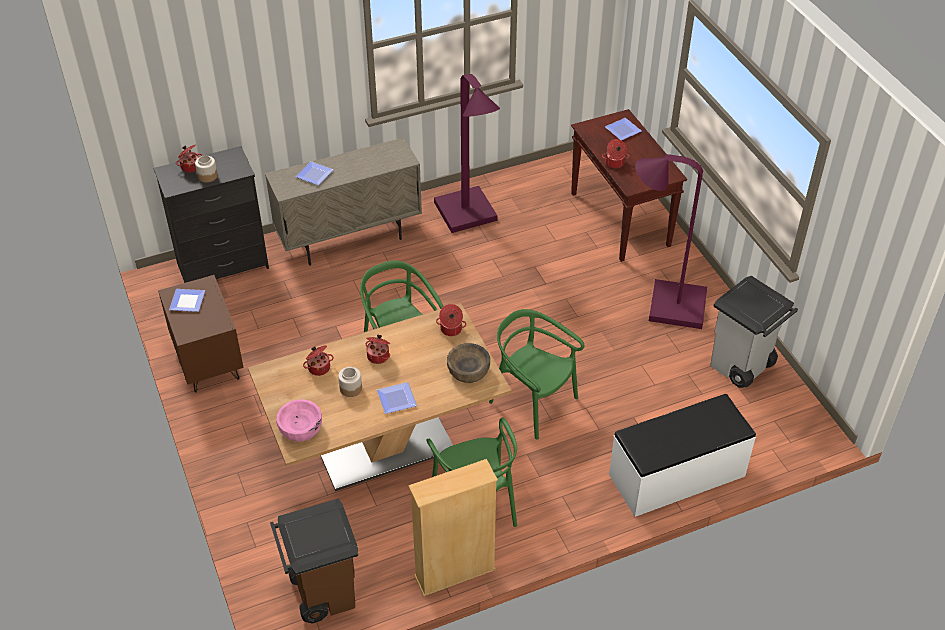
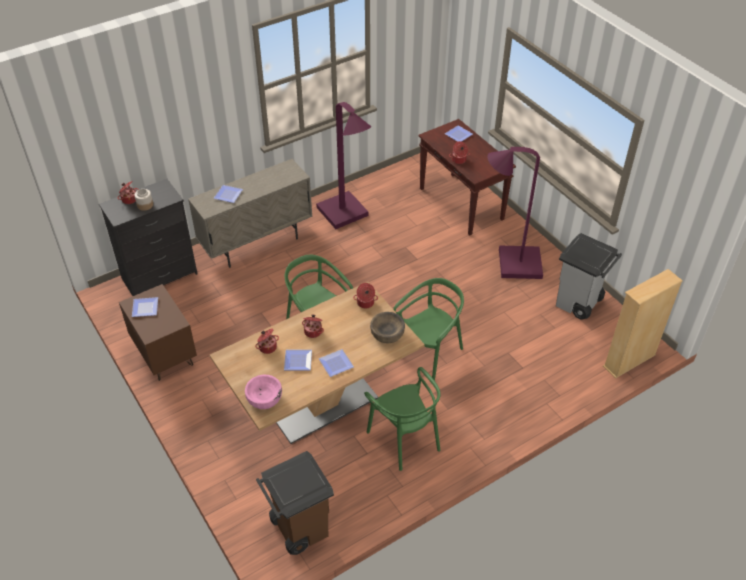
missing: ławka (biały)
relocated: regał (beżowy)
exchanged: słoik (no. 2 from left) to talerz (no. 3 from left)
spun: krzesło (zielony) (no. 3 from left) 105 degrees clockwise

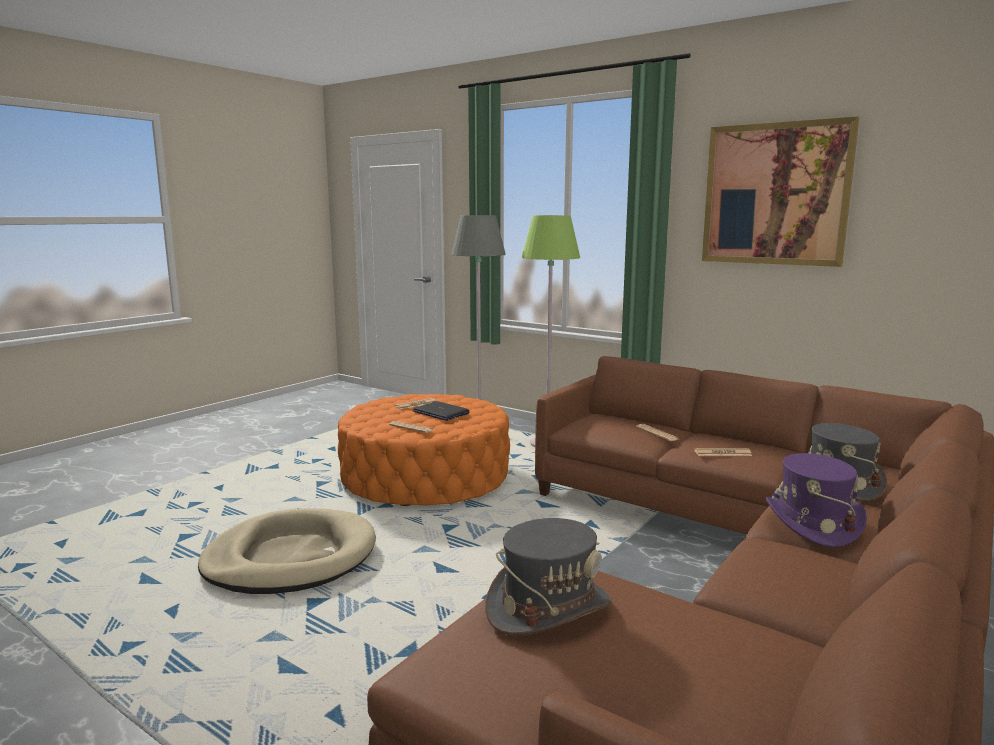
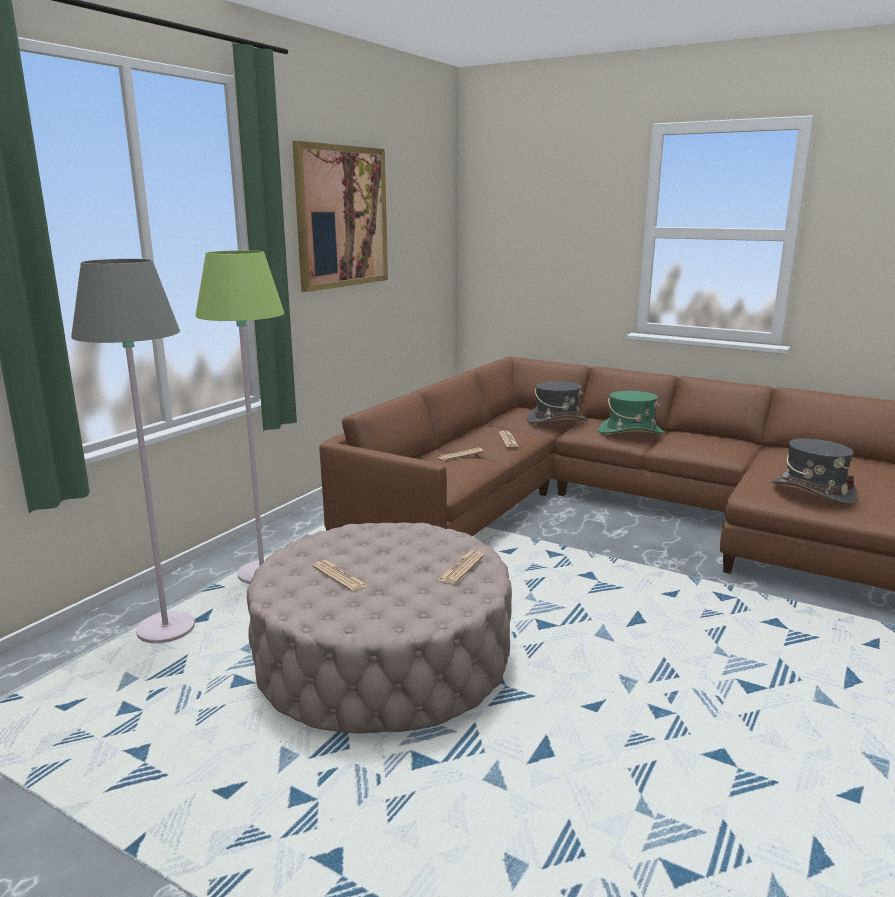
missing: legowisko (beżowy); laptop
colour: pufa (pomarańczowy) to pufa (beżowy); kapelusz (fioletowy) to kapelusz (zielony)

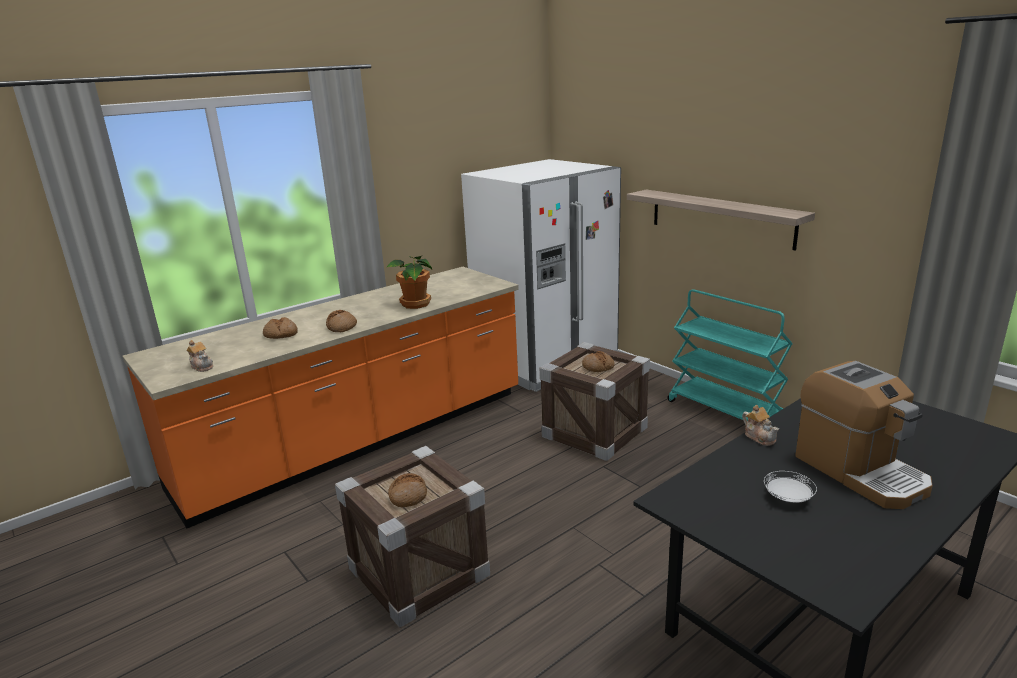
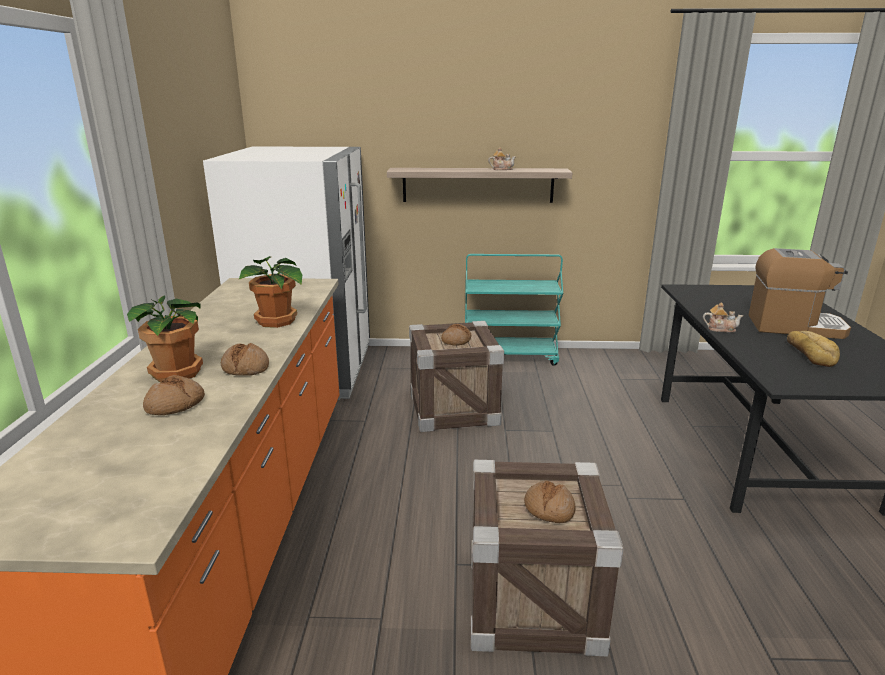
appeared: roślina doniczkowa (no. 1 from left)
relocated: imbryk (no. 1 from left)
exchanged: talerz (biały) to chleb (no. 5 from left)

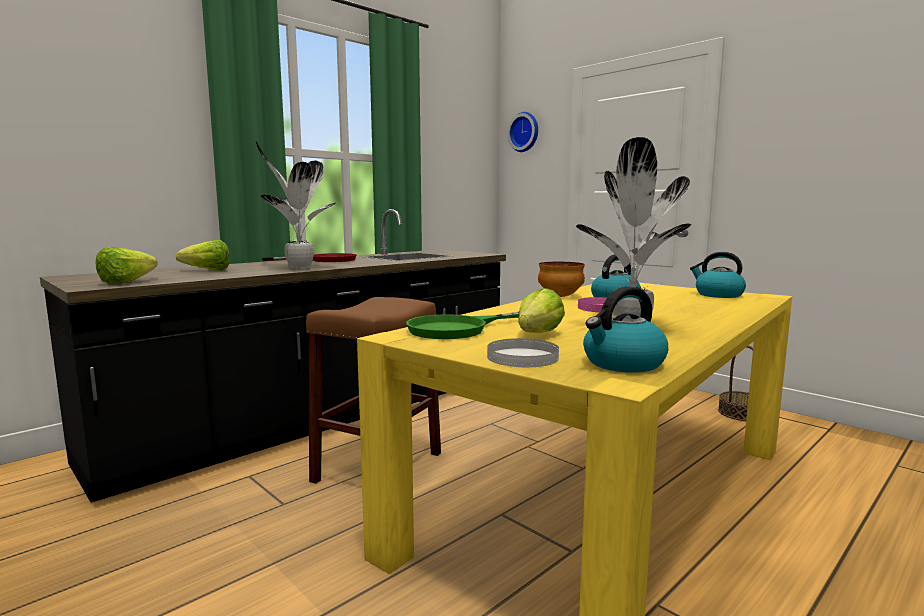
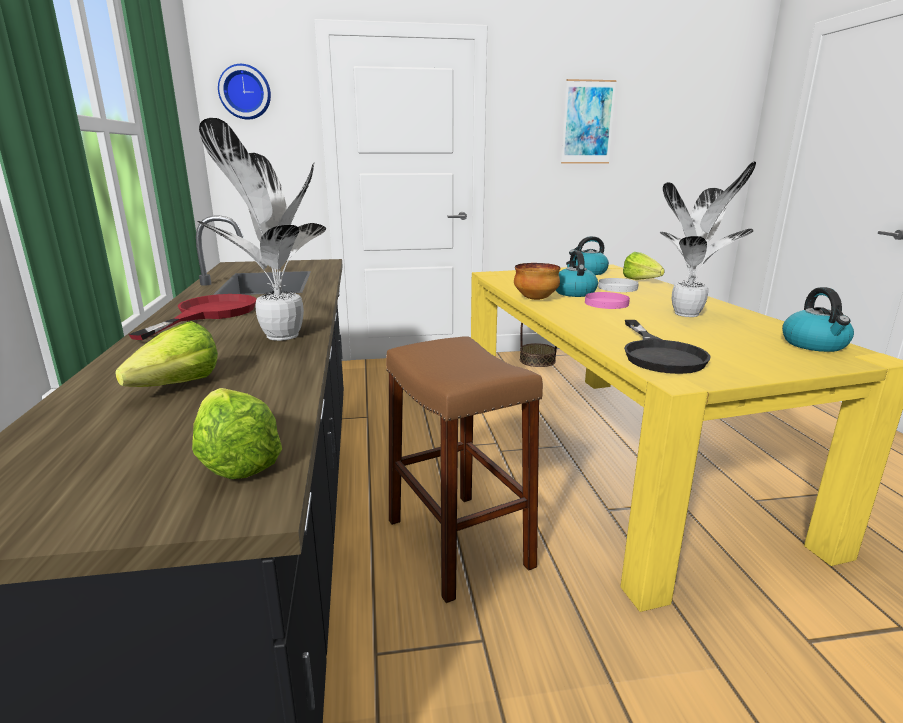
appeared: obraz
relocated: talerz (biały); sałata (no. 3 from left)
colour: patelnia (zielony) to patelnia (czarny)

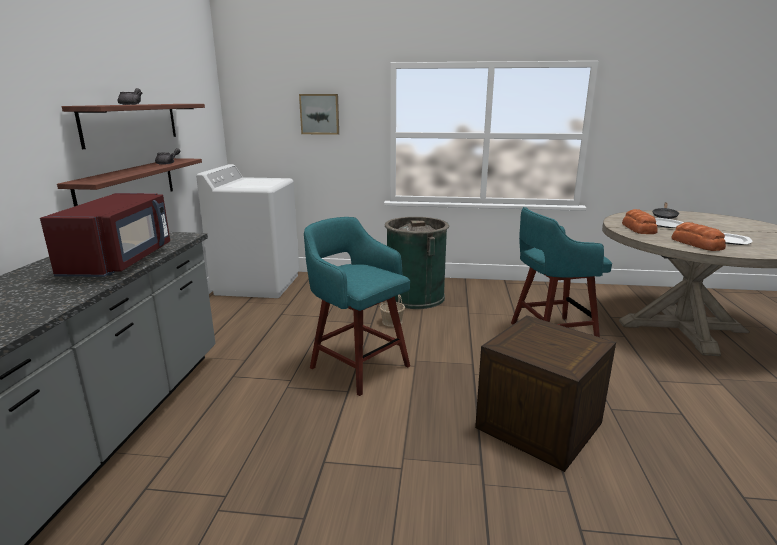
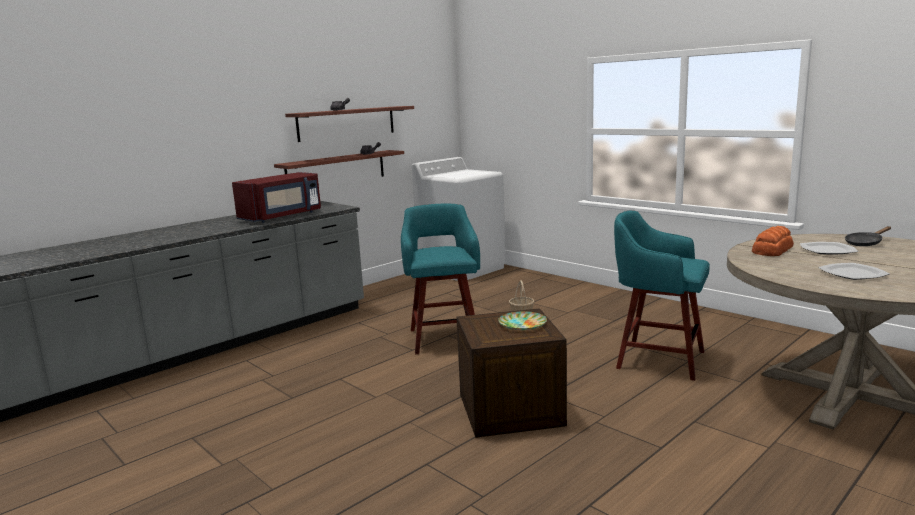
missing: obraz; kosz na śmieci (zielony); chleb (no. 2 from left)
appeared: talerz (no. 1 from left)

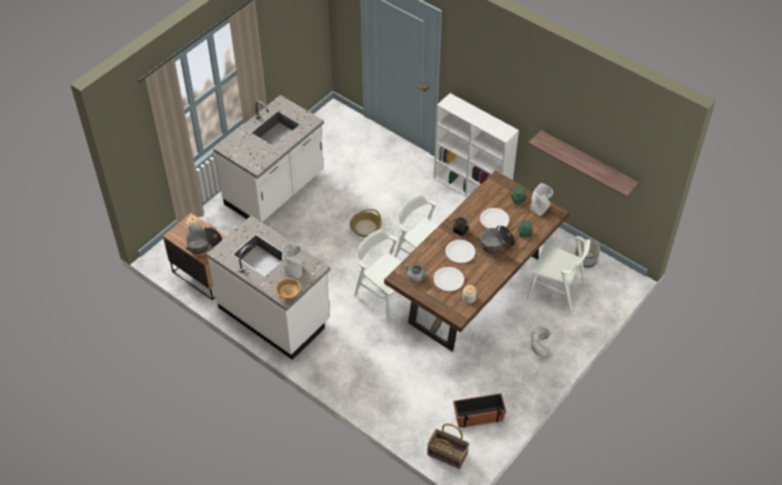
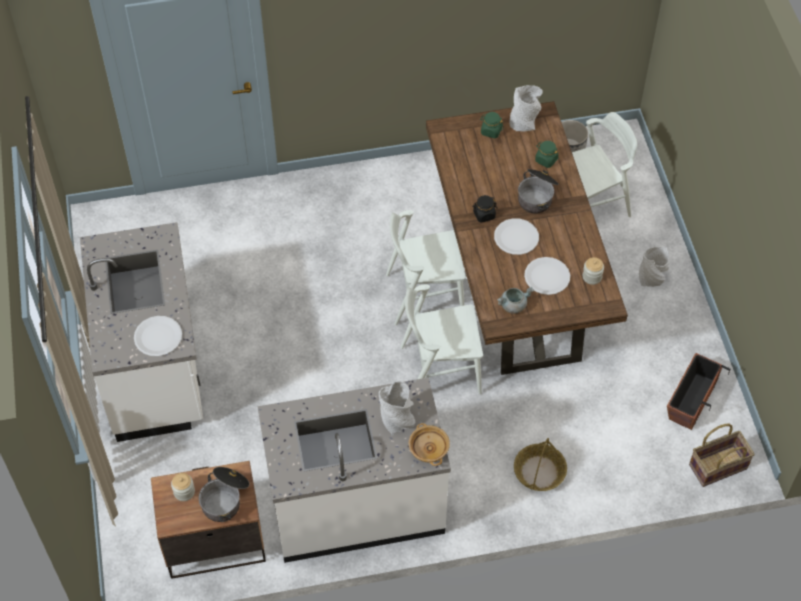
missing: regał (biały); półka
relocated: koszyk (no. 1 from left); talerz (biały) (no. 3 from left in the first image) to talerz (biały) (no. 1 from left)

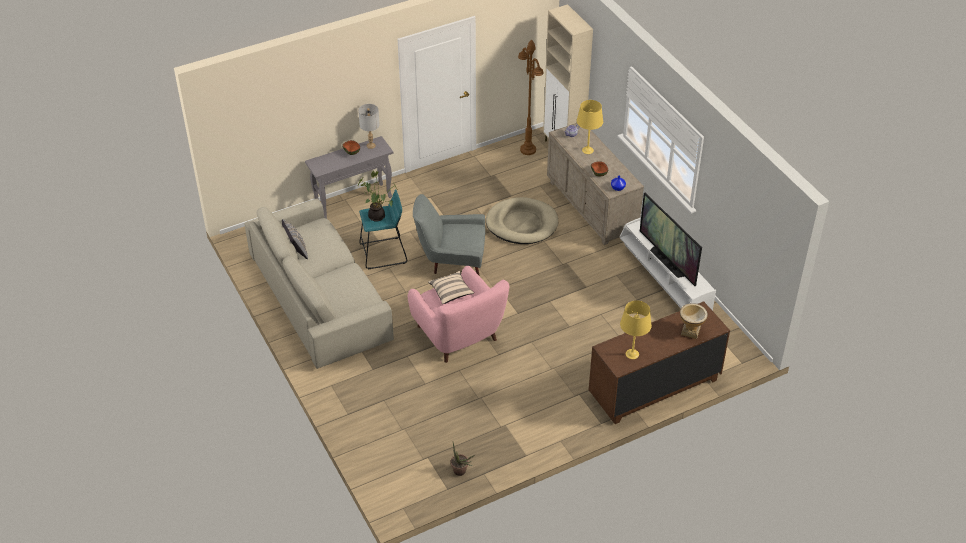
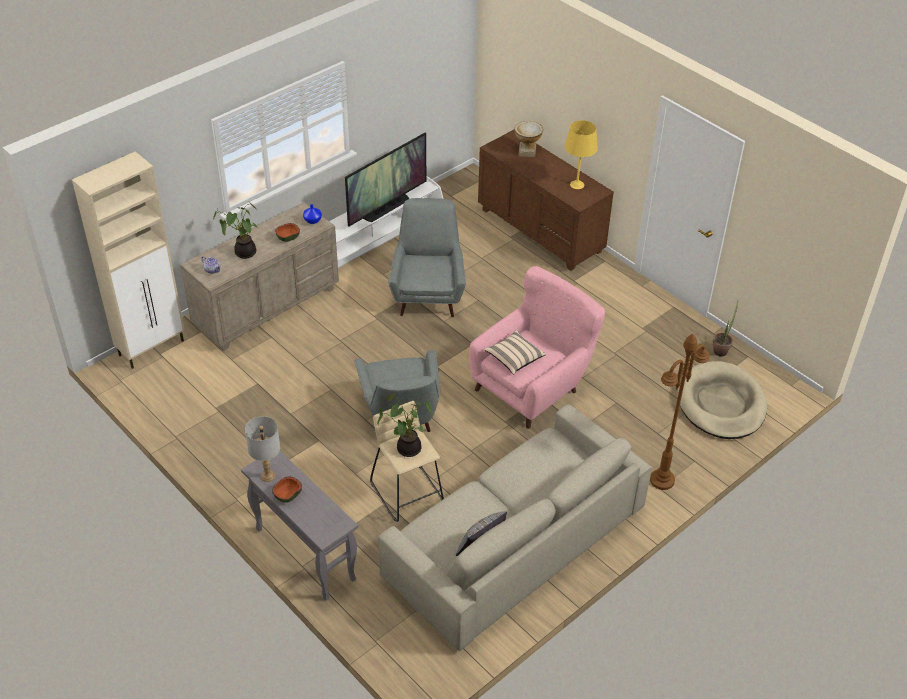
appeared: fotel (szary) (no. 2 from left)
relocated: legowisko (beżowy); lampa stojąca (brązowy)
exchanged: lampa stołowa (żółty) (no. 1 from left) to roślina doniczkowa (no. 1 from left)
colour: stołek (turkusowy) to stołek (beżowy)

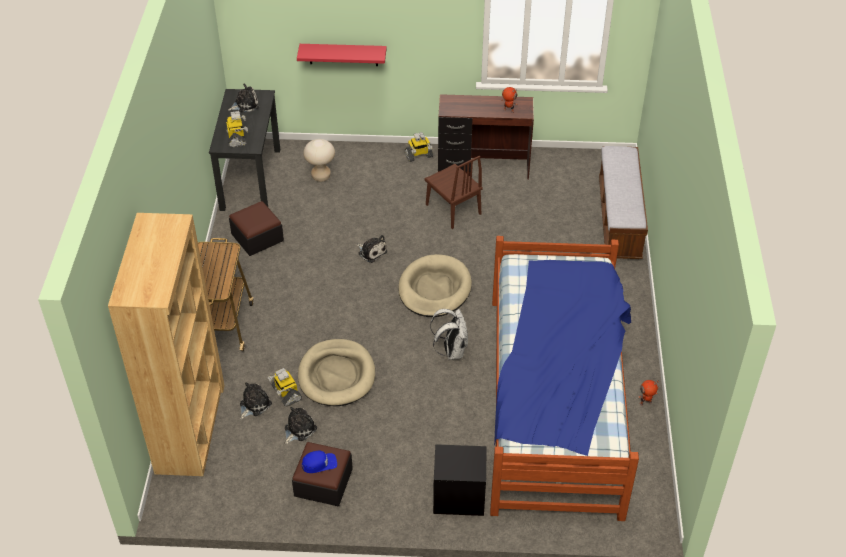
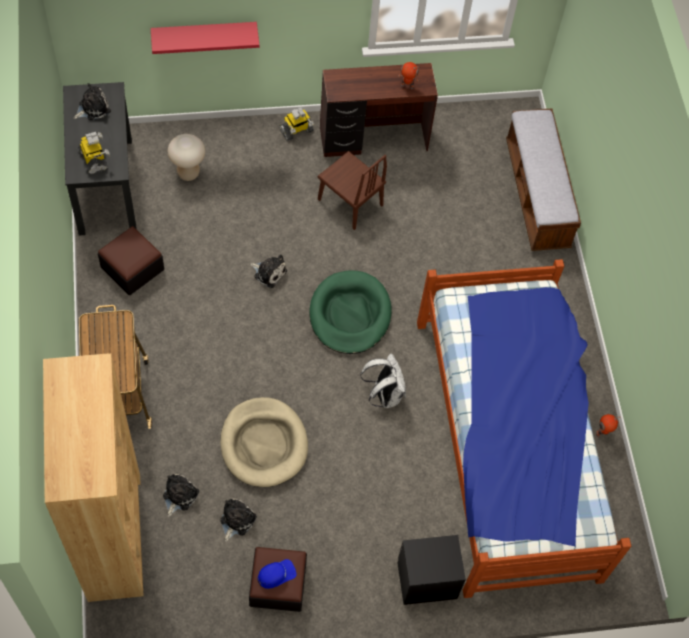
missing: robot zabawkowy (no. 2 from left)
colour: legowisko (beżowy) (no. 2 from left) to legowisko (zielony)

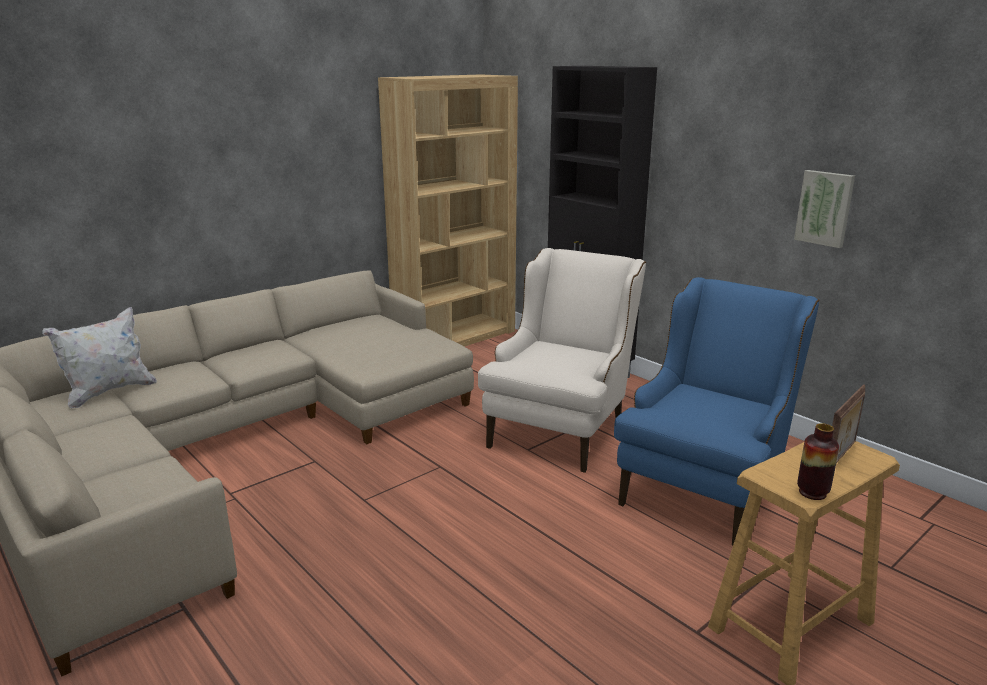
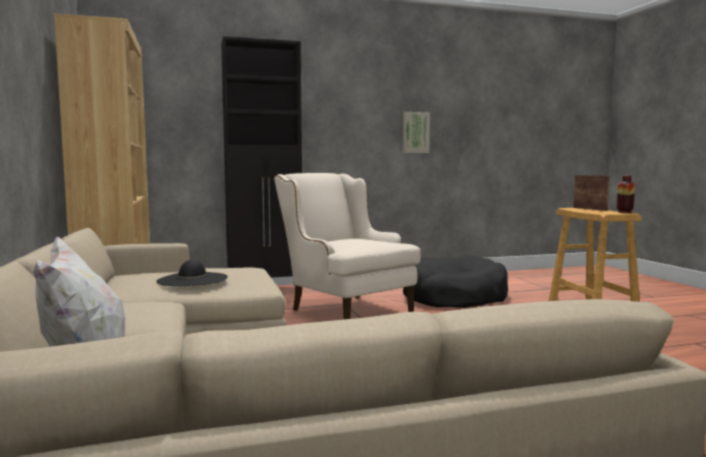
appeared: kapelusz (czarny)
exchanged: fotel (niebieski) to legowisko (czarny)

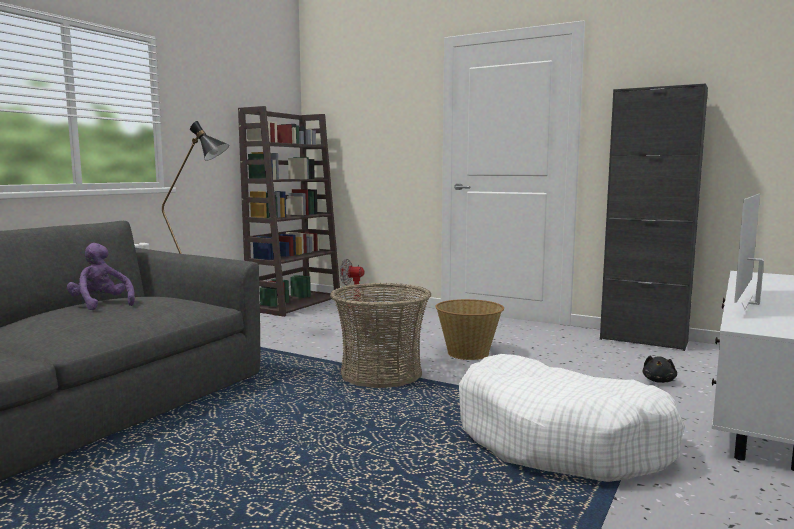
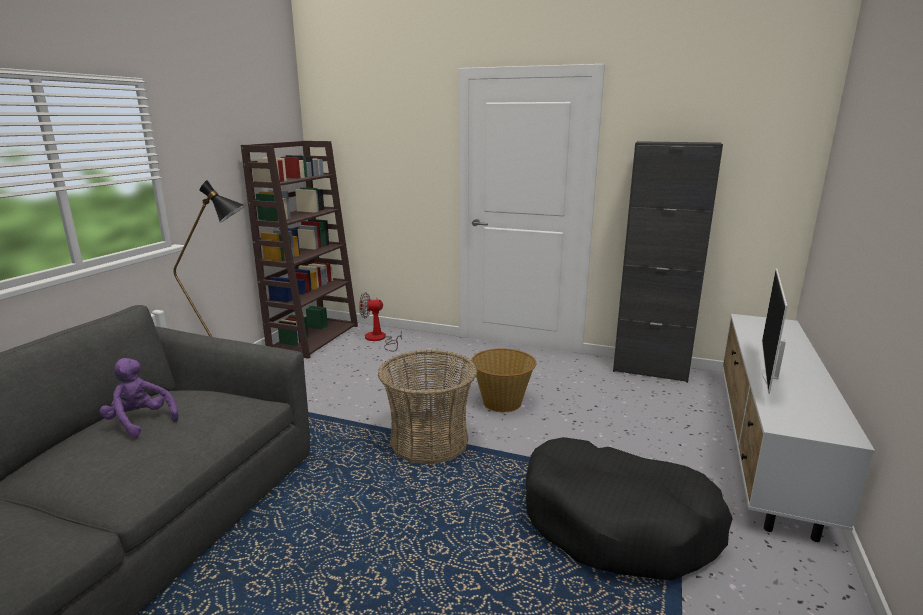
missing: pluszak (czarny)
colour: legowisko (biały) to legowisko (czarny)

